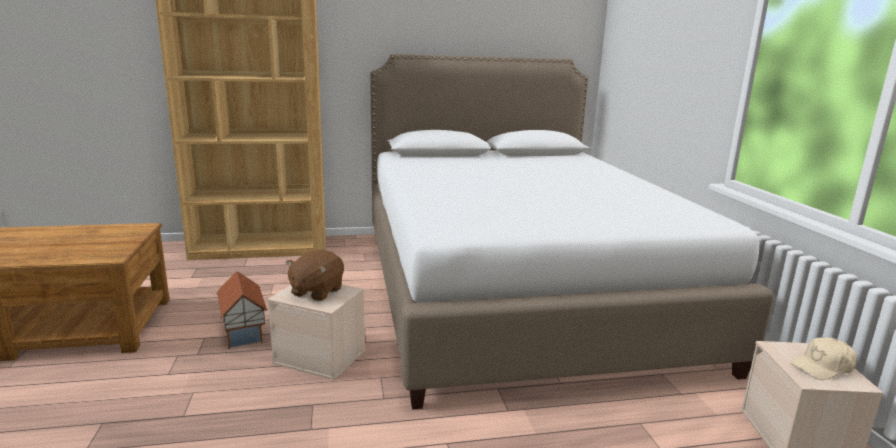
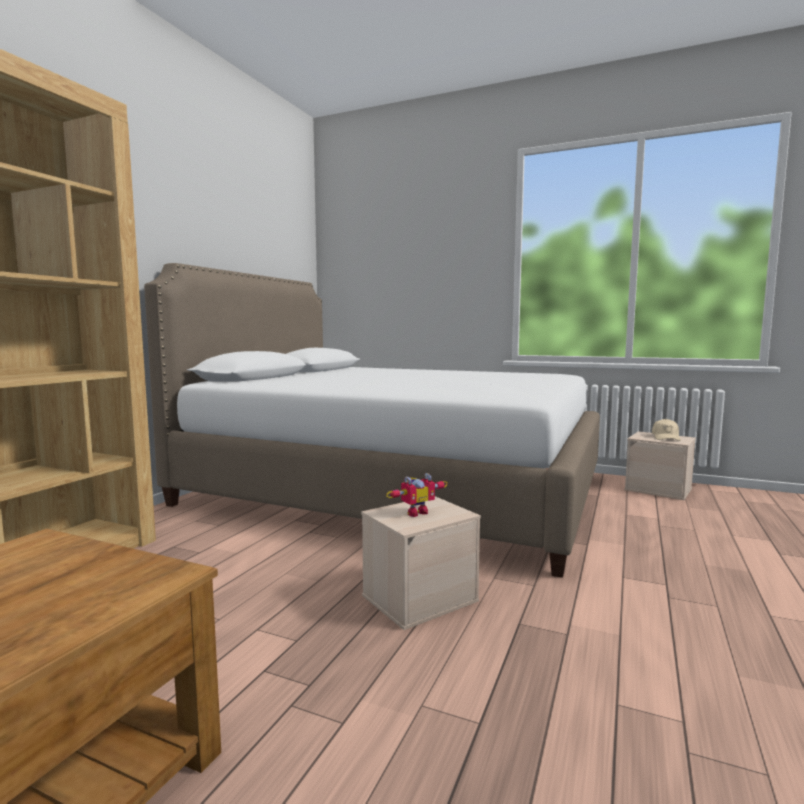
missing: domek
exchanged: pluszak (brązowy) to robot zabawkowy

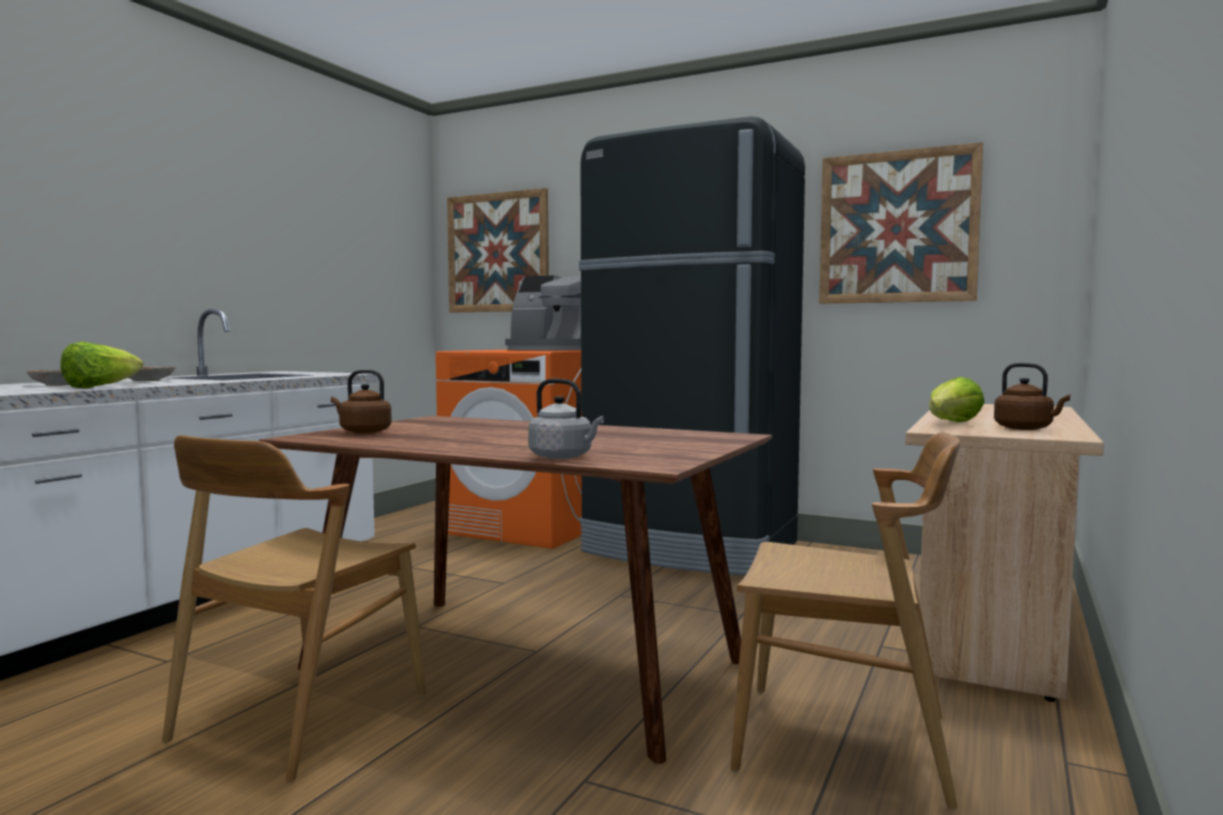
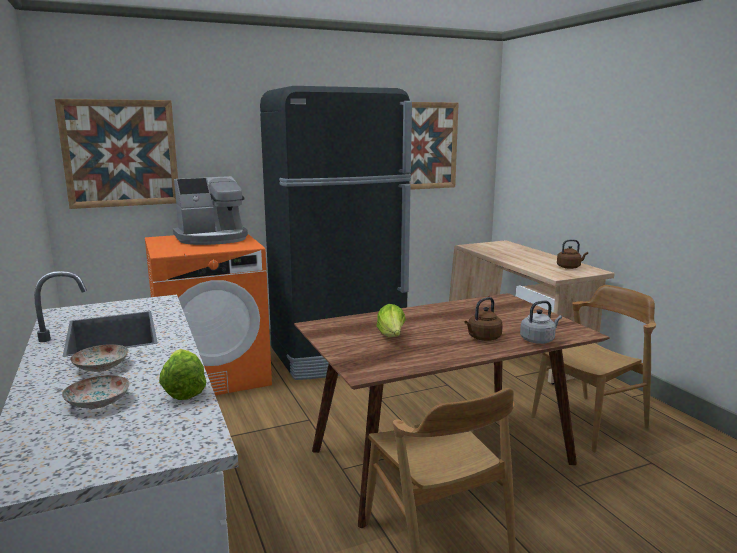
relocated: czajnik (brązowy) (no. 1 from left); sałata (no. 2 from left)

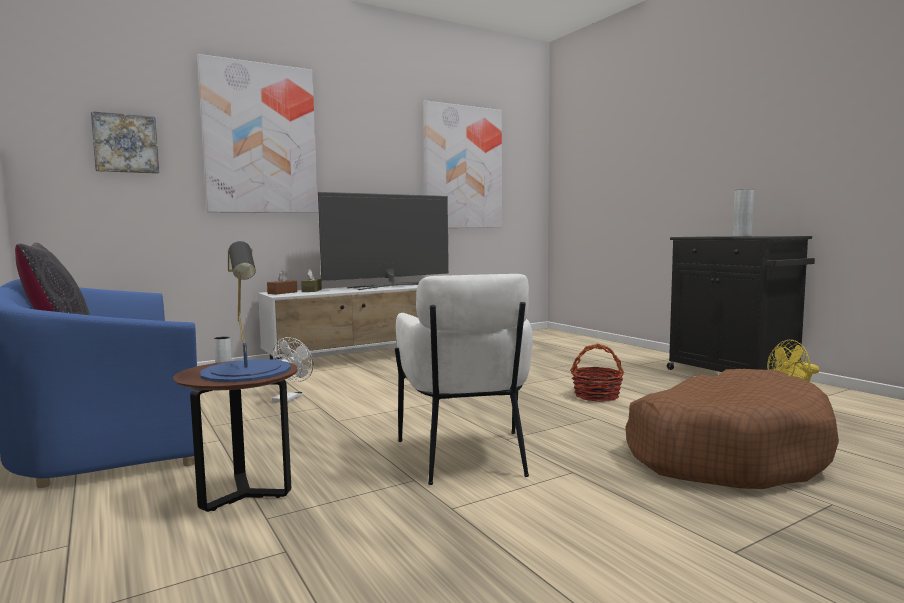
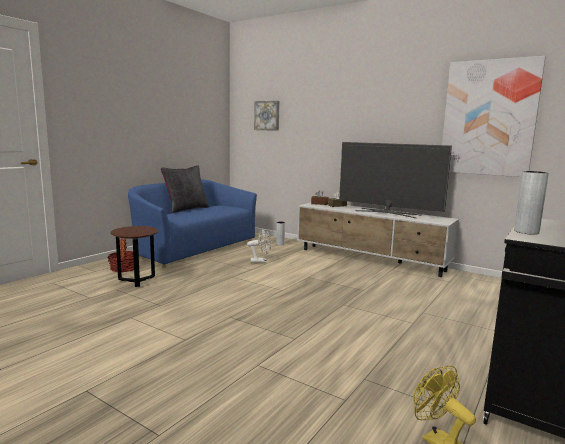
missing: obraz (no. 2 from left); lampa stołowa (niebieski); fotel (biały); legowisko (brązowy)
relocated: koszyk

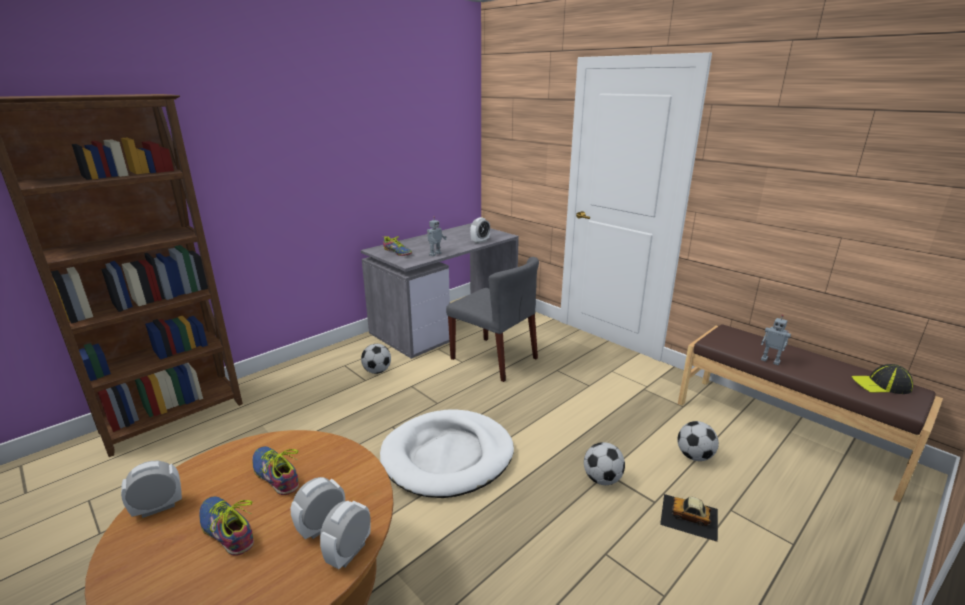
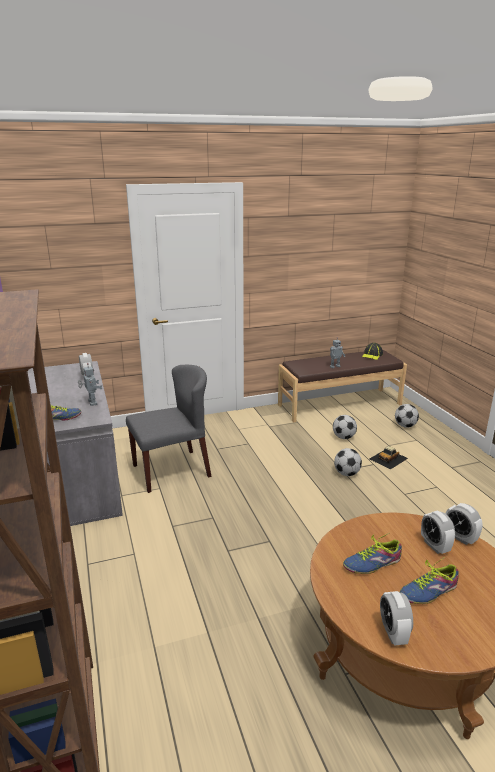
missing: legowisko (biały)
relocated: piłka futbolowa (no. 1 from left in the first image) to piłka futbolowa (no. 3 from left)

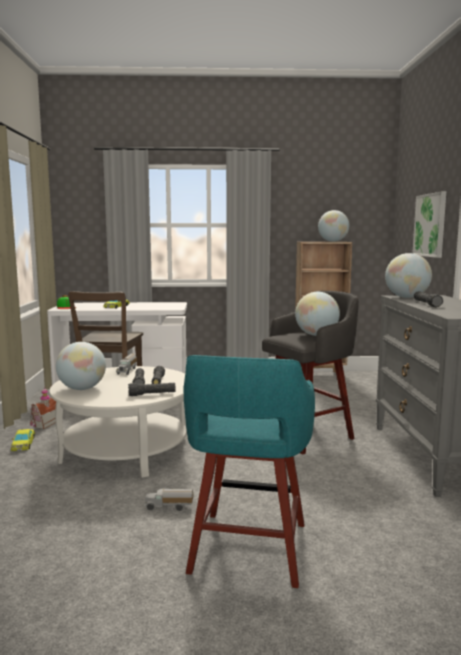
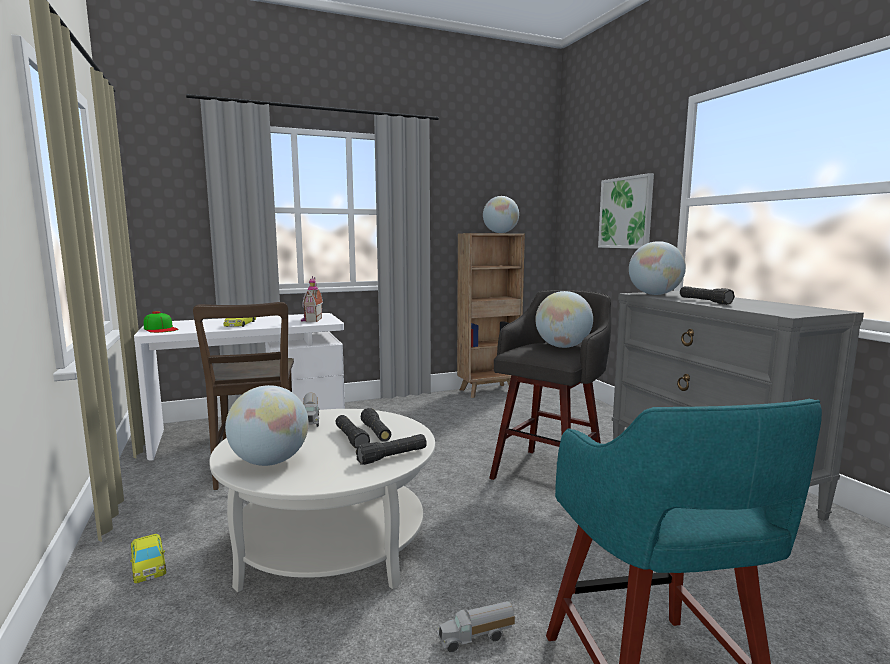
relocated: domek

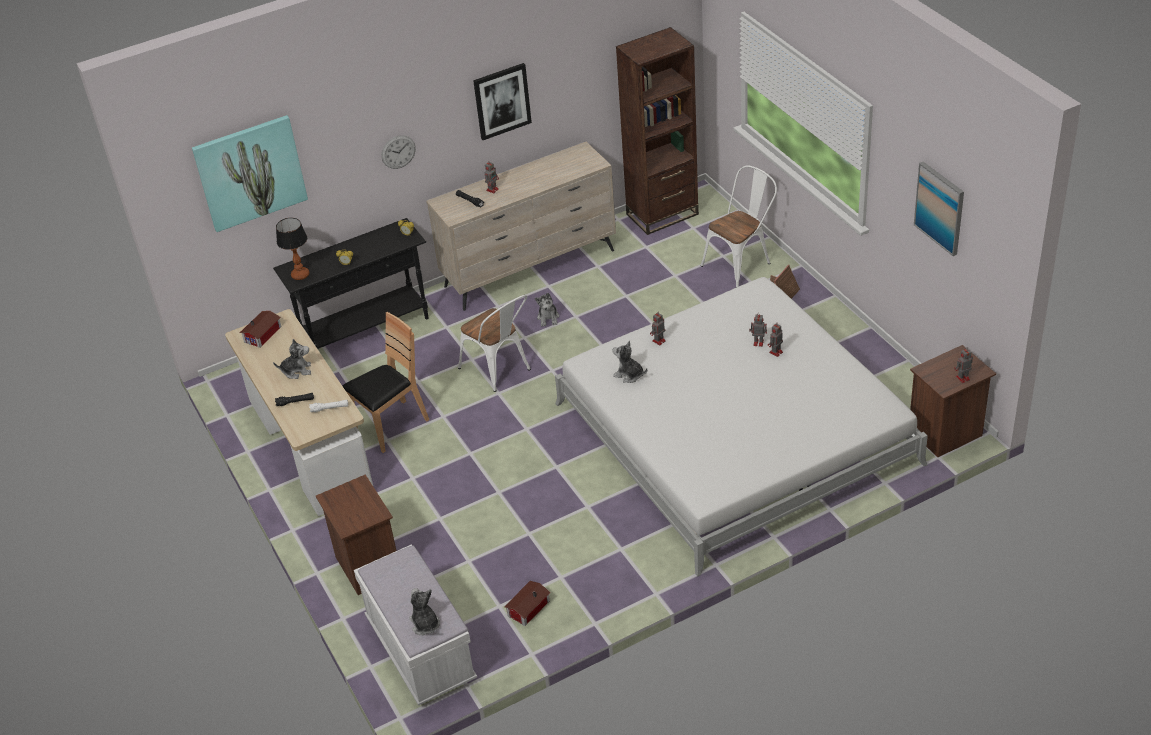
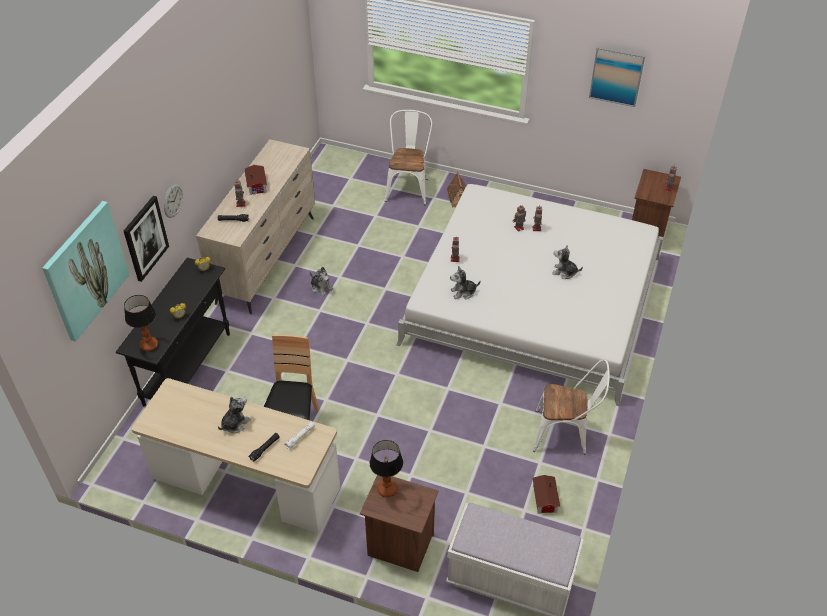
missing: regał (brązowy)
appeared: lampa stołowa (no. 2 from left)
relocated: domek (no. 1 from left); pluszak (no. 2 from left in the first image) to pluszak (no. 4 from left); krzesło (biały) (no. 1 from left in the first image) to krzesło (biały) (no. 2 from left); obraz (no. 2 from left)

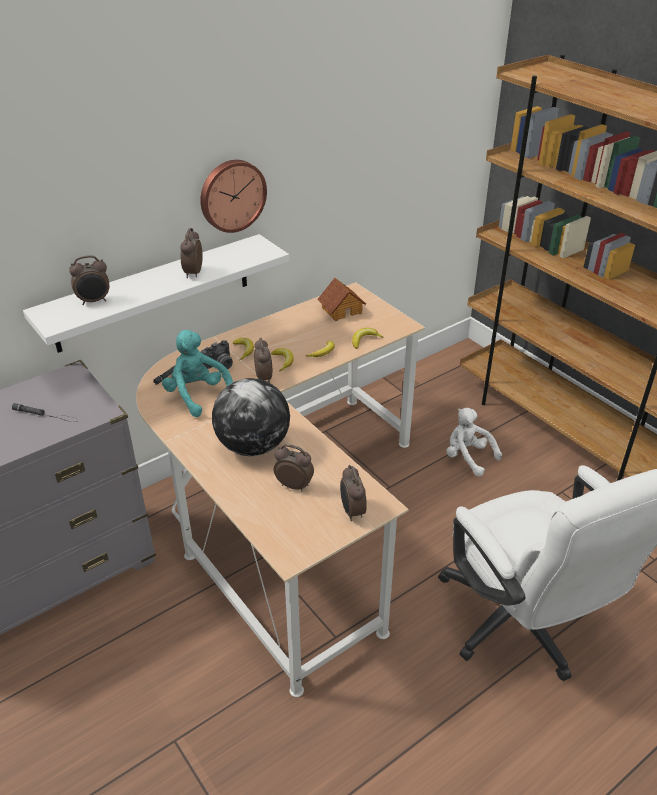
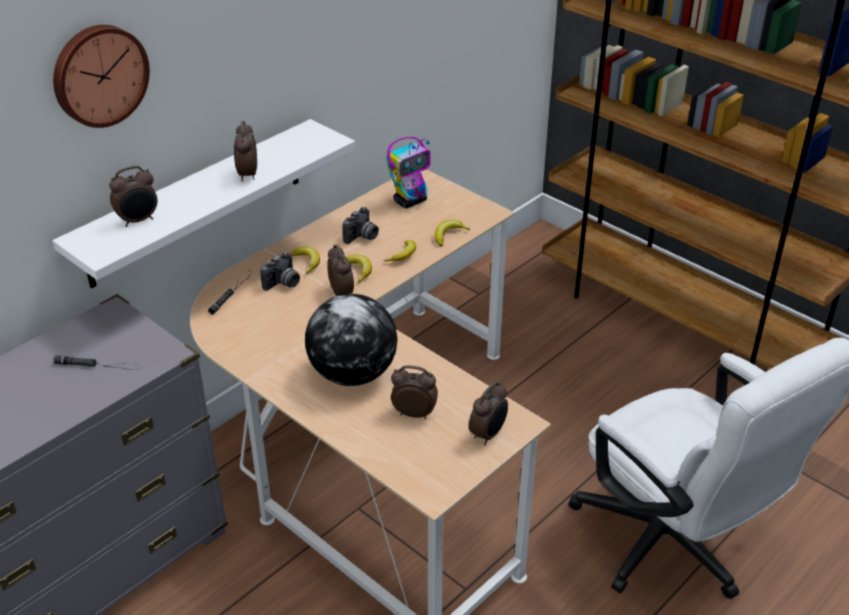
missing: pluszak (turkusowy); pluszak (biały)
appeared: aparat fotograficzny (no. 2 from left)
relocated: zegar ścienny
exchanged: domek to robot zabawkowy
spun: budzik (no. 5 from left) 120 degrees counterclockwise

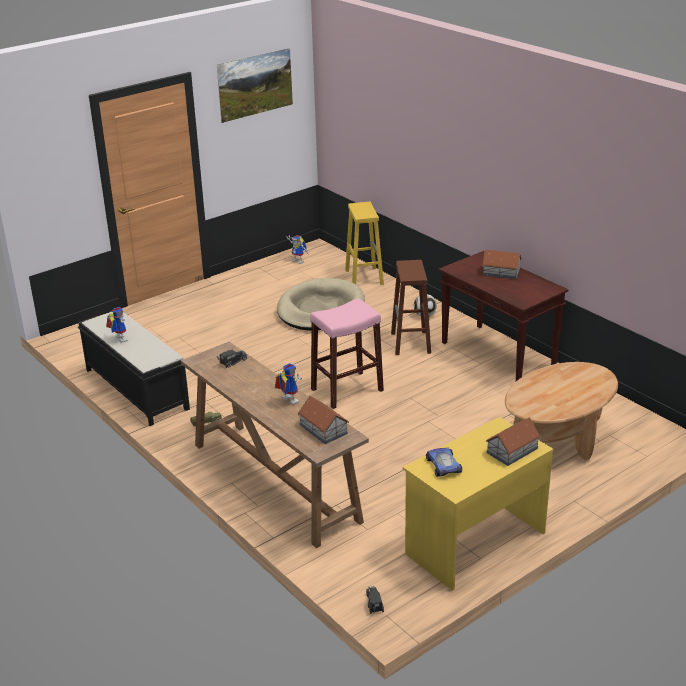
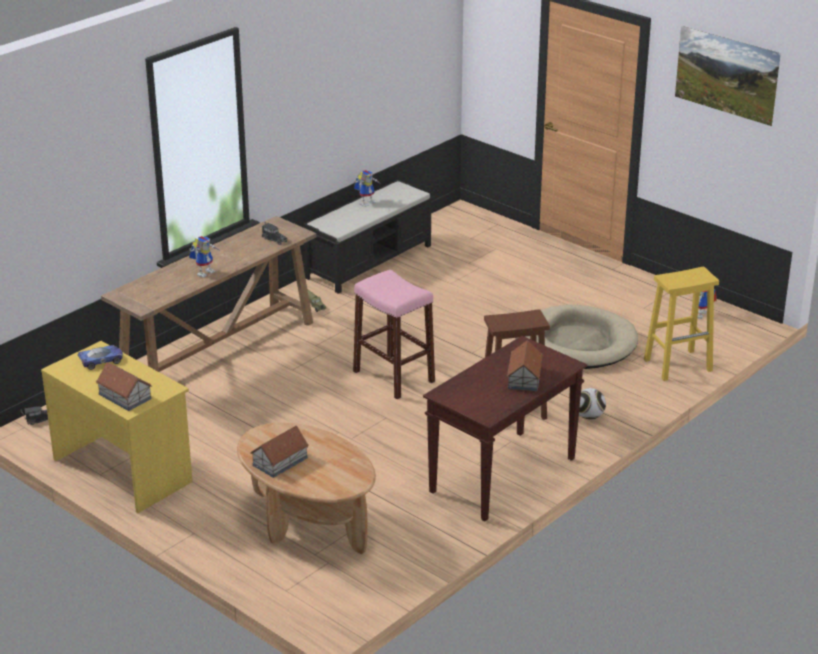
relocated: domek (no. 1 from left in the first image) to domek (no. 2 from left)

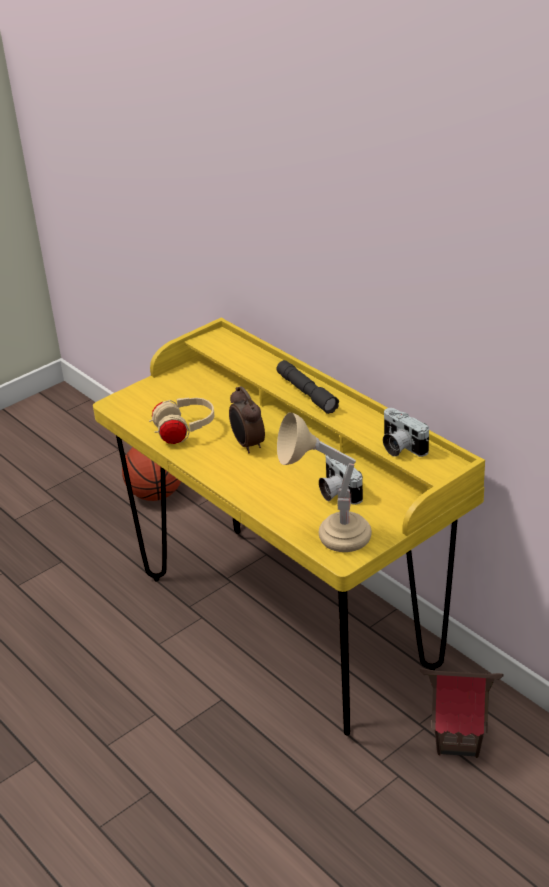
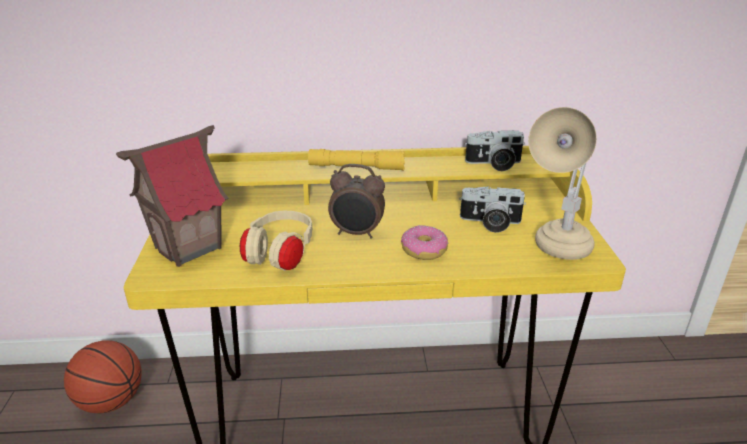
appeared: donut
relocated: domek
colour: latarka (szary) to latarka (żółty)

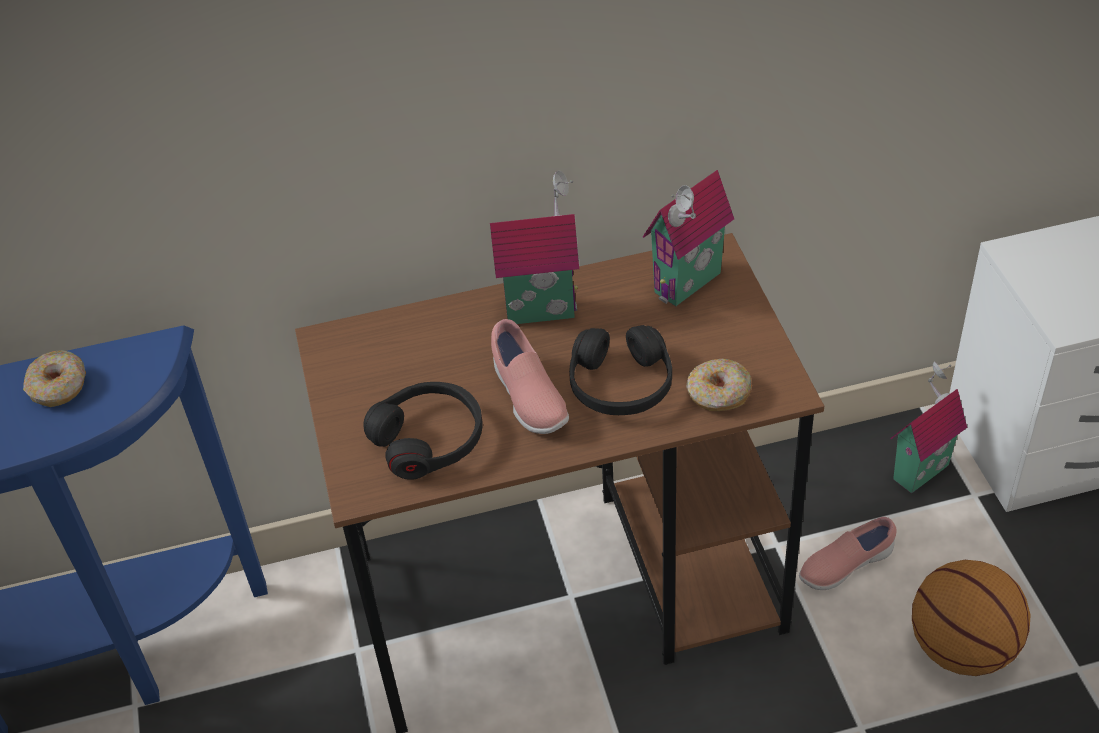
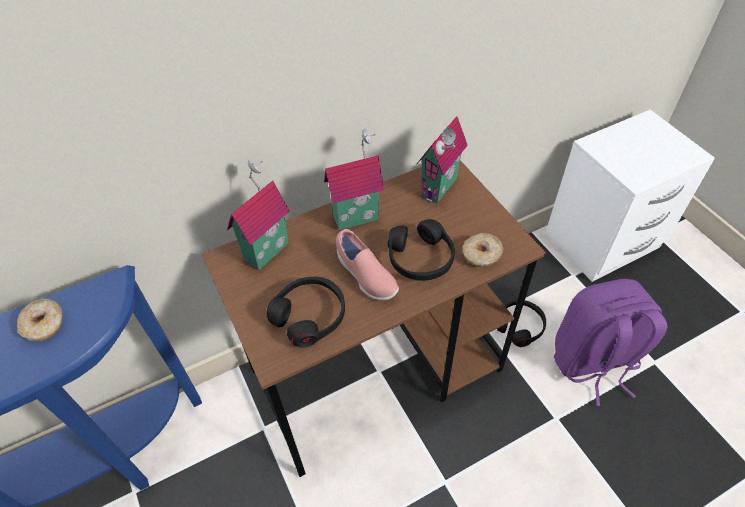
relocated: domek (no. 3 from left in the first image) to domek (no. 1 from left)
exchanged: but (różowy) (no. 2 from left) to słuchawki (czarny) (no. 3 from left); piłka do koszykówki to plecak (fioletowy)

